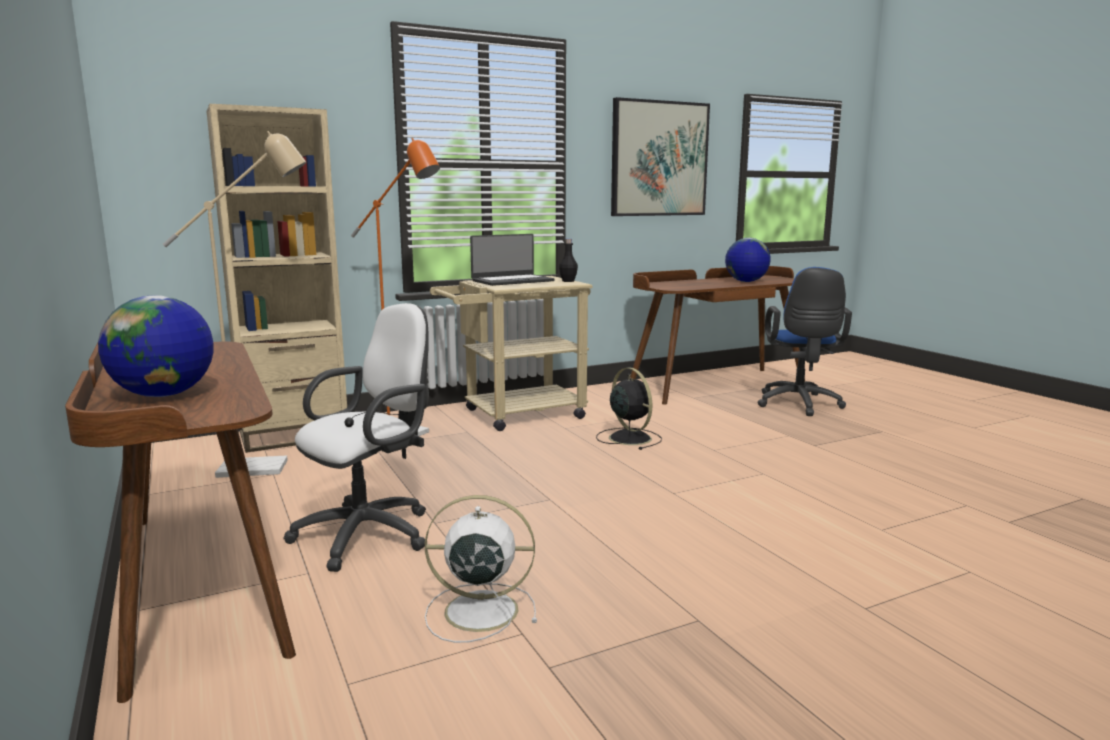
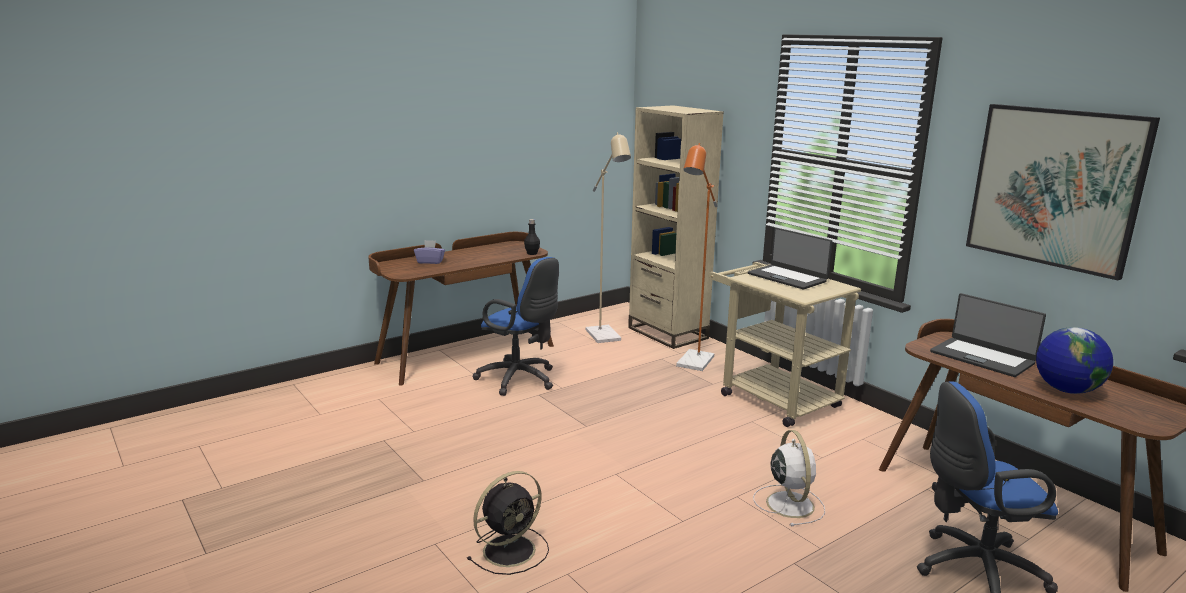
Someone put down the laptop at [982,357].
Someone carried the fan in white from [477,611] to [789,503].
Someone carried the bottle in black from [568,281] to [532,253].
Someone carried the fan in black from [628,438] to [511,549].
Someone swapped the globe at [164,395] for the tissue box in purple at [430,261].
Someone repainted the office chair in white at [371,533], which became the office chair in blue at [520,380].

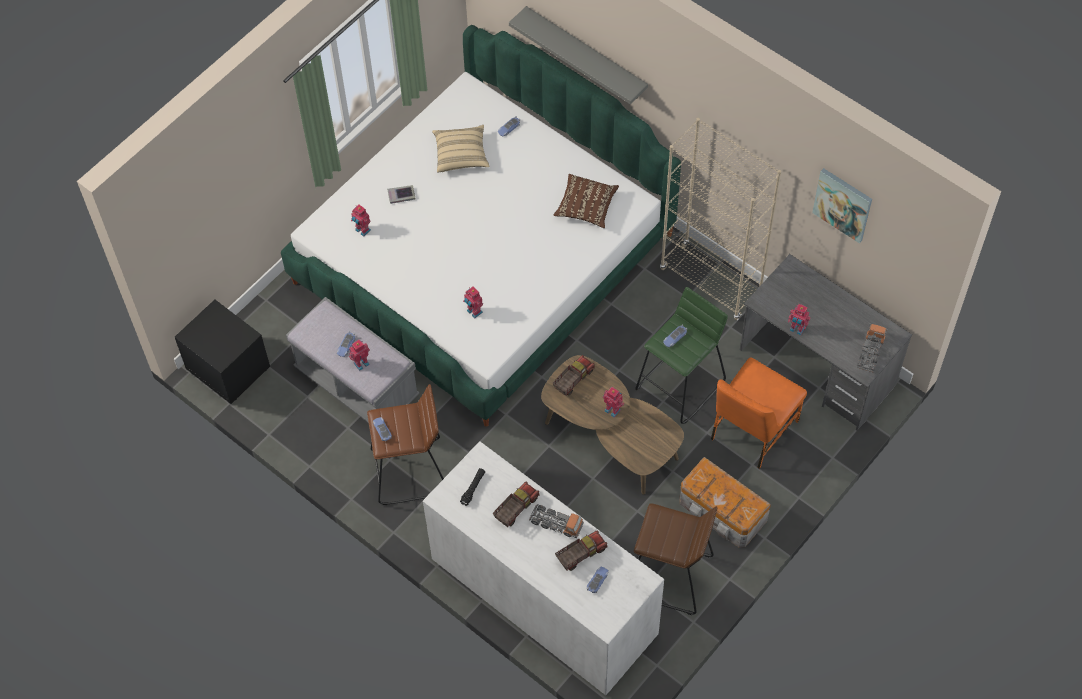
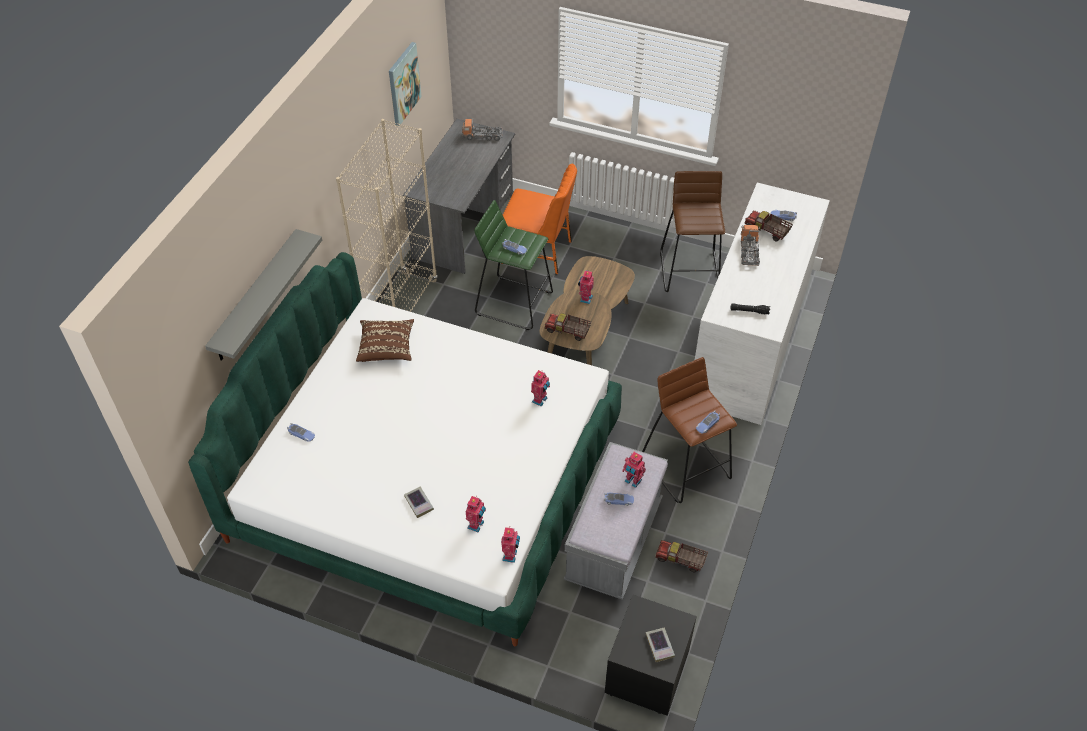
Someone took away the pillow in beige at [461,155].
Someone took away the storage box at [722,512].
Someone put down the book at [660,646].
Someone carried the toy truck from [515,508] to [680,560].
Someone carried the toy robot from [796,329] to [511,556].

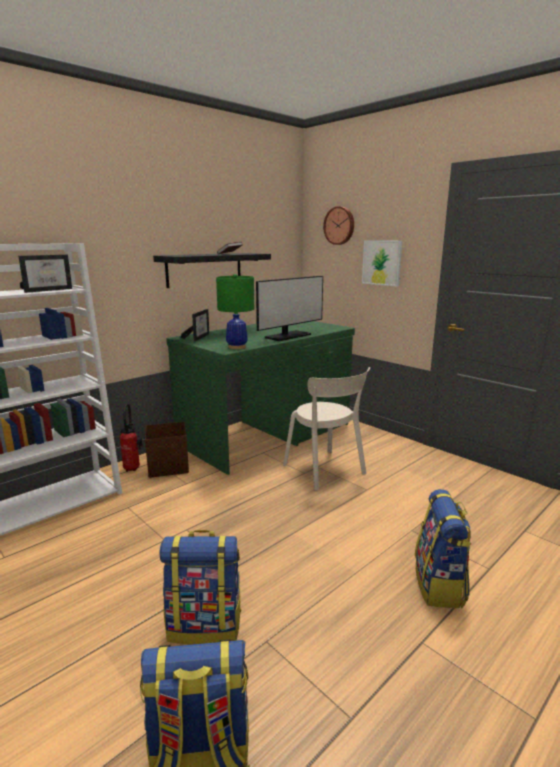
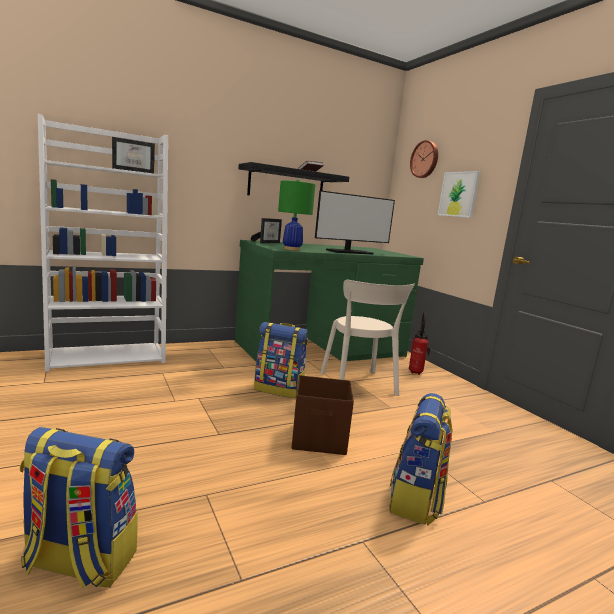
Someone carried the fire extinguisher from [133,467] to [416,371].
Someone carried the storage box in brown from [169,467] to [320,439].
Someone carried the backpack from [205,625] to [279,389].

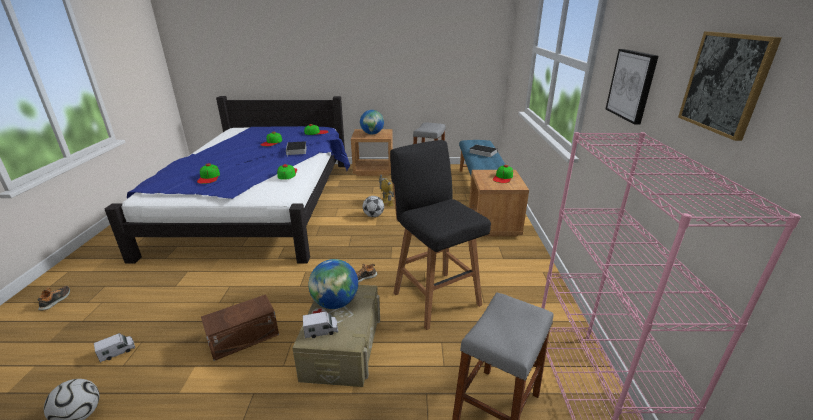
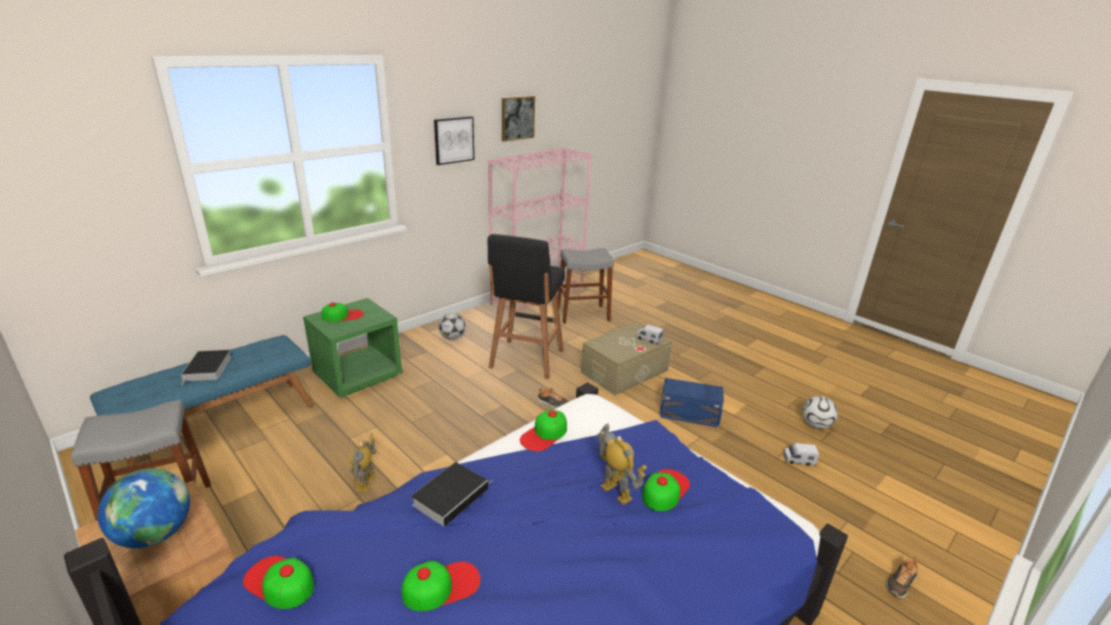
Someone took away the globe at [335,303].
Someone put down the toy robot at [616,492].
Someone carried the football from [373,216] to [452,337].
Someone repainted the storage box in brown at [242,337], which became the storage box in blue at [690,414].
Someone repainted the nightstand in brown at [493,225], which became the nightstand in green at [358,375].

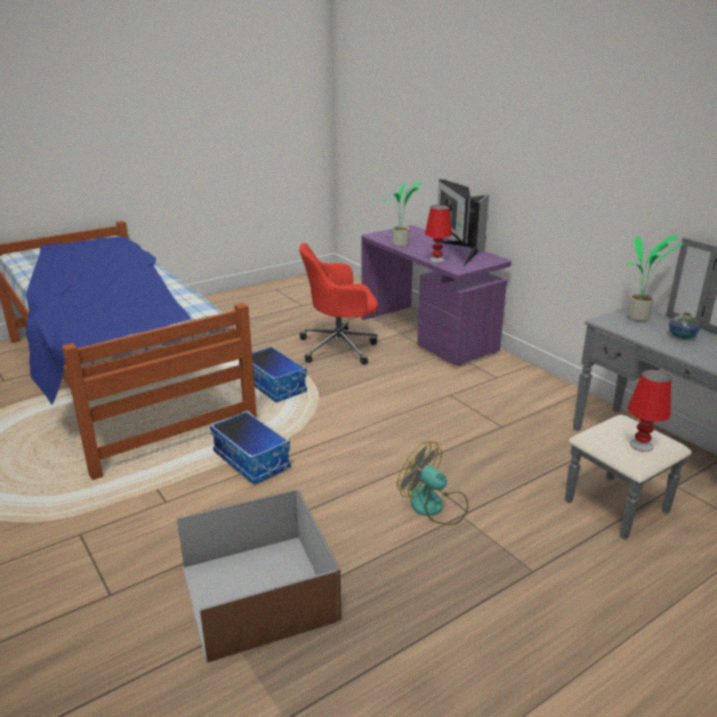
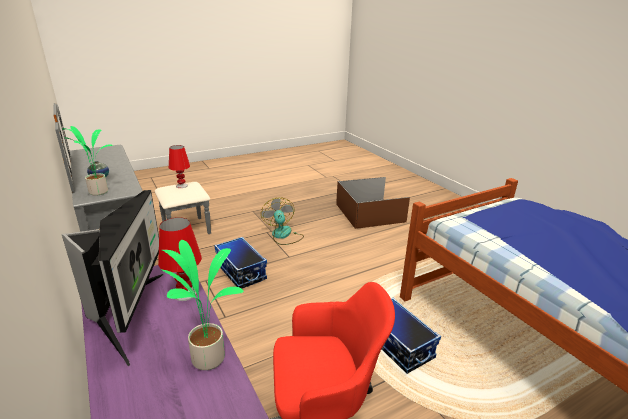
Someone carried the storage box from [252,460] to [240,272].
Someone rotated the fan at [434,506] by 150 degrees counterclockwise.

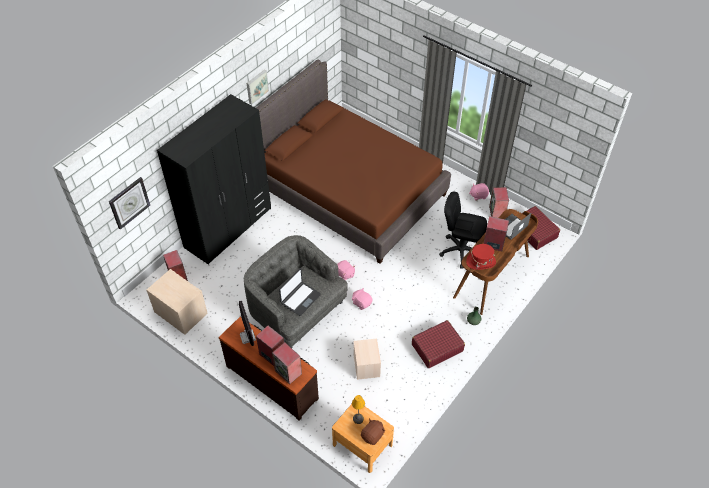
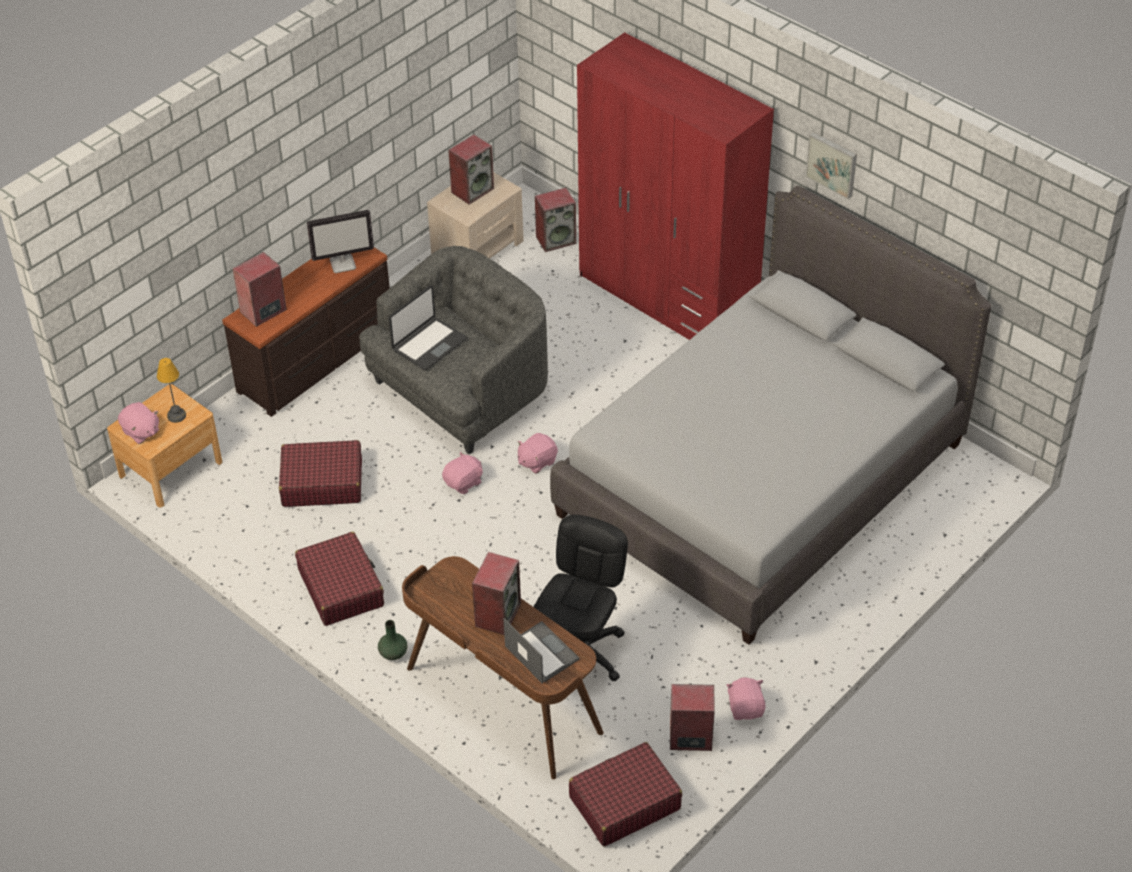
Someone took away the wall clock at [129,202].
Someone took away the hat in red at [481,262].
Someone carried the speaker from [272,355] to [472,190].
Someone swapped the storage box in beige at [367,366] for the suitcase in red at [322,483].
Someone repainted the wardrobe in black at [228,227], which became the wardrobe in red at [667,299].
Someone repainted the bed in brown at [350,191], which became the bed in grey at [762,479].
Someone repainted the plush toy in brown at [372,435], which became the plush toy in pink at [141,432].
Someone rotated the laptop at [300,299] by 90 degrees counterclockwise.

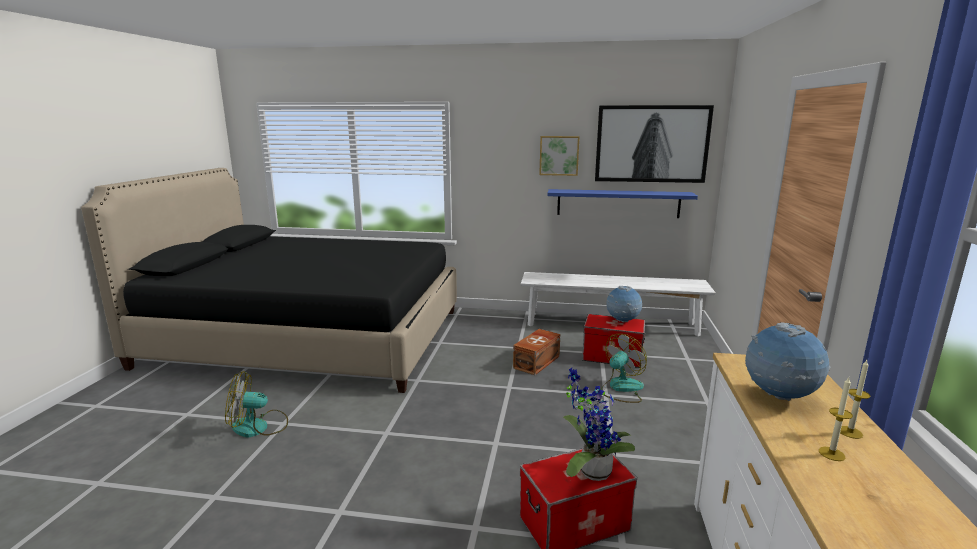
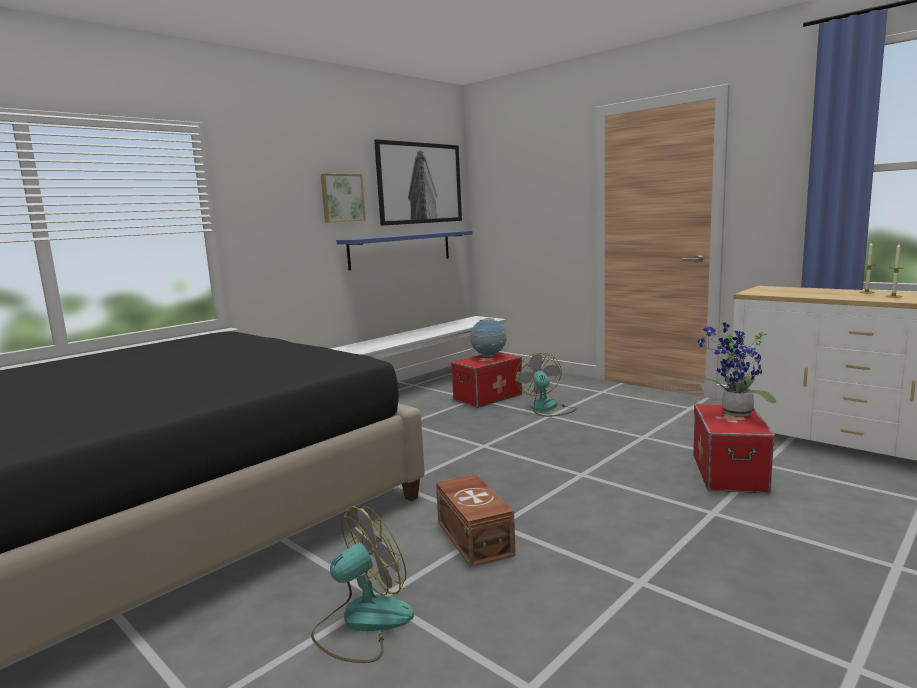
Someone took away the globe at [779,397].
Someone carried the storage box in brown from [537,362] to [475,537].
Someone rotated the fan at [259,427] by 150 degrees counterclockwise.

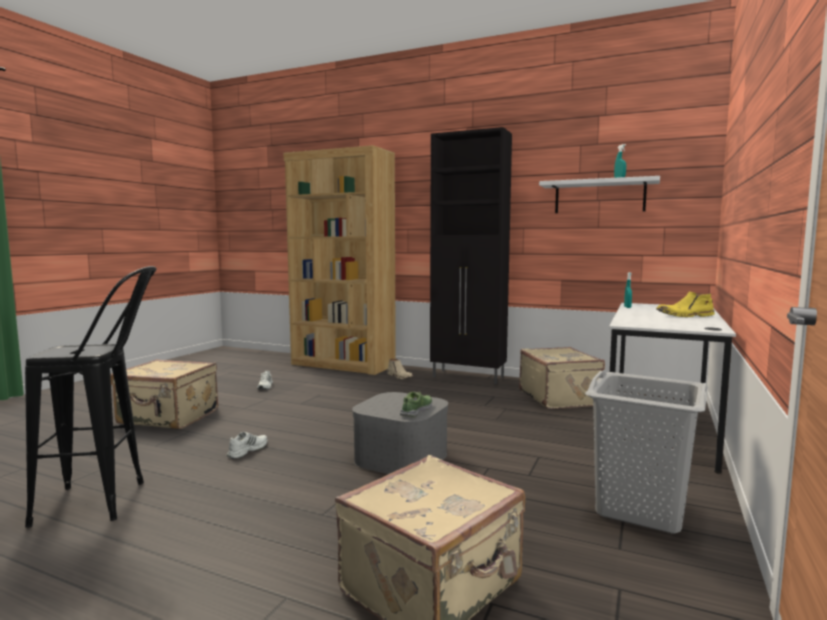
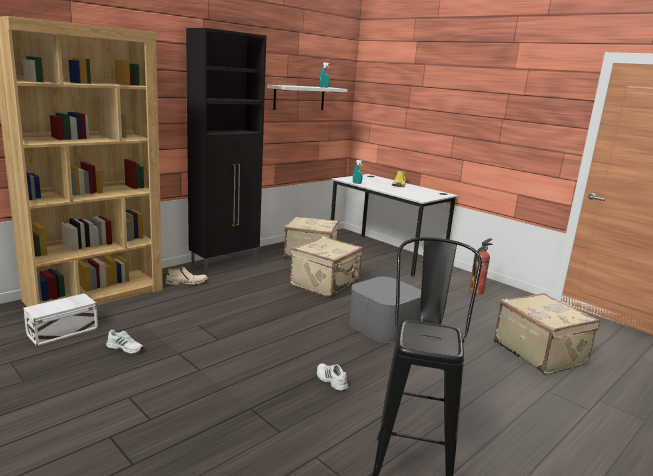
Someone took away the shoe at [417,411].
Someone put down the storage box in white at [64,331].
Someone carried the suitcase in beige from [168,418] to [326,284].
Someone swapped the laundry basket in grey at [641,509] for the fire extinguisher at [476,291].

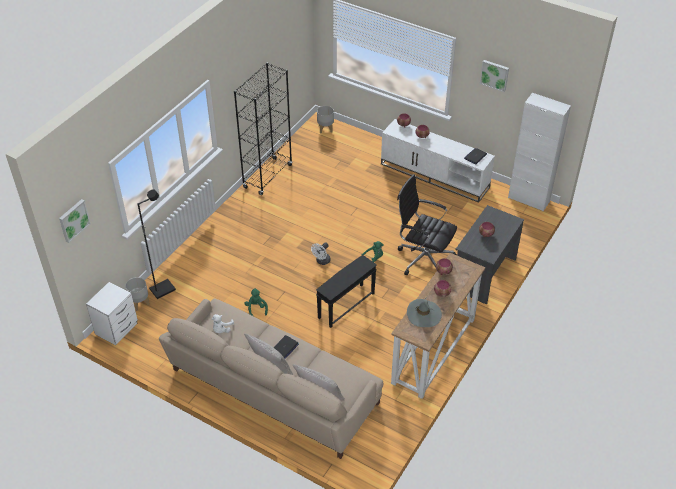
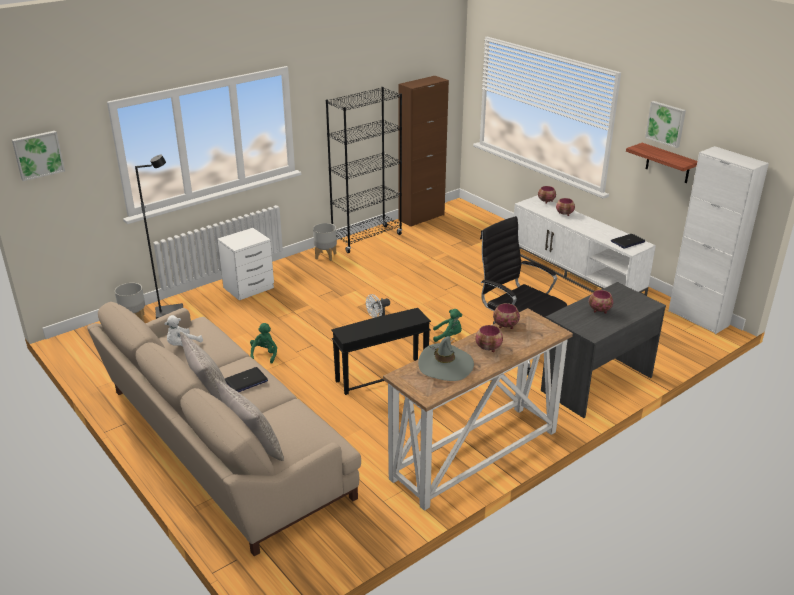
Someone put down the cabinet in brown at [421,217].
Someone put up the shelf at [668,163].
Someone carried the nightstand in white from [117,328] to [250,288].
Someone carried the planter in grey from [325,129] to [325,256].

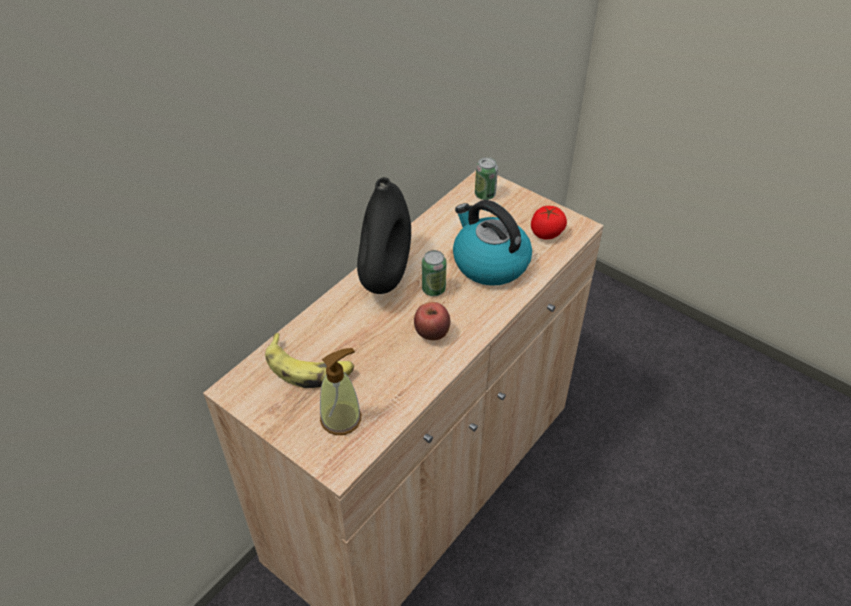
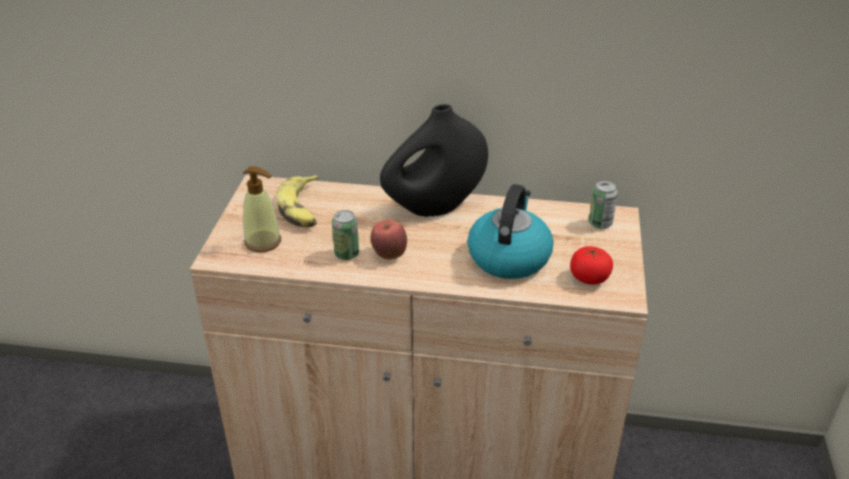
Someone carried the can from [433,289] to [346,254].

